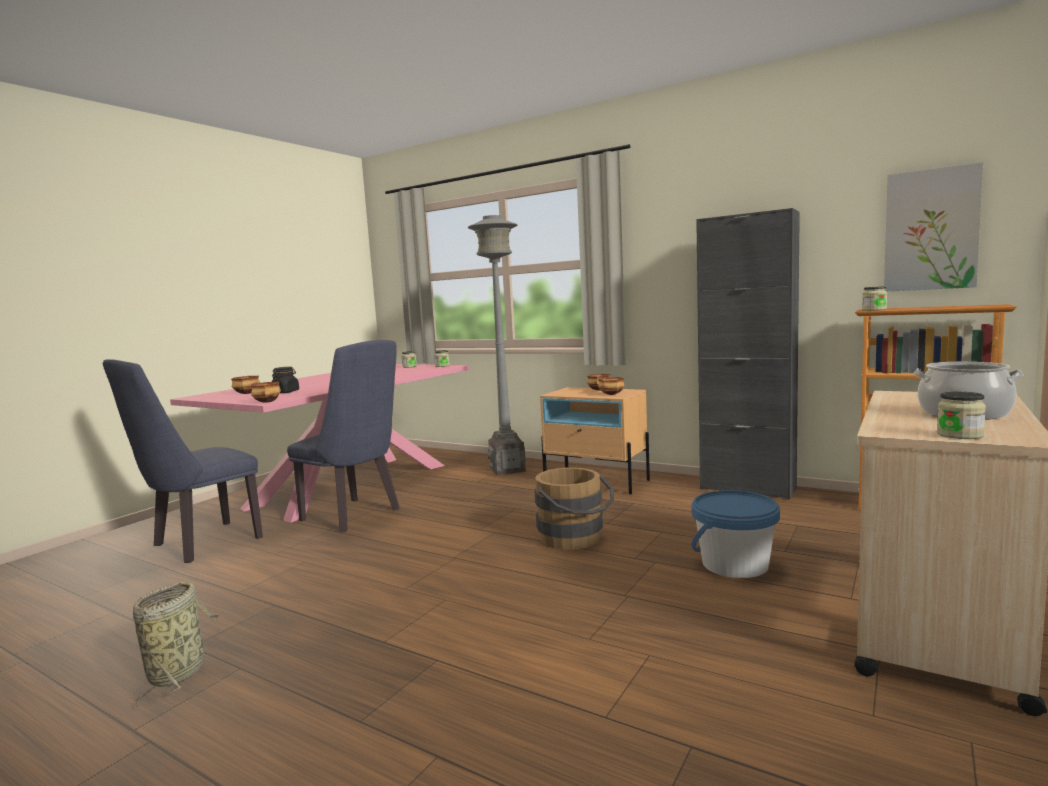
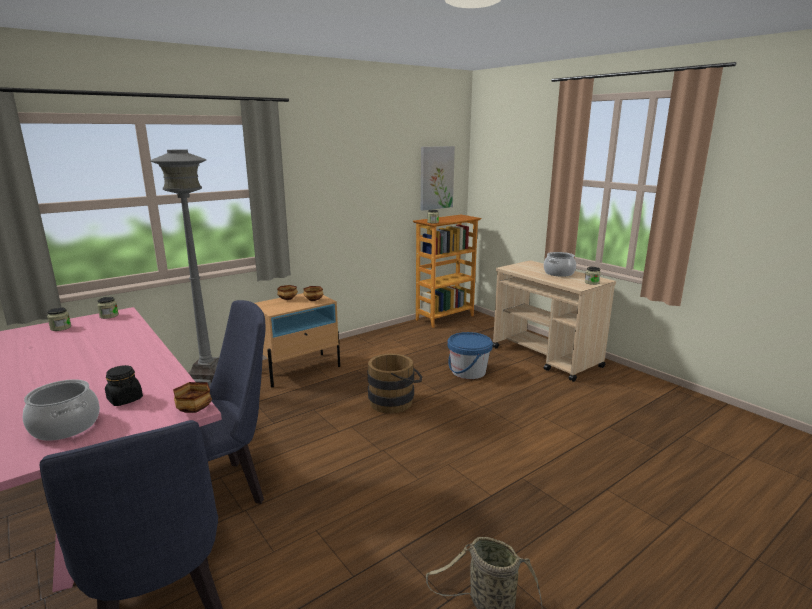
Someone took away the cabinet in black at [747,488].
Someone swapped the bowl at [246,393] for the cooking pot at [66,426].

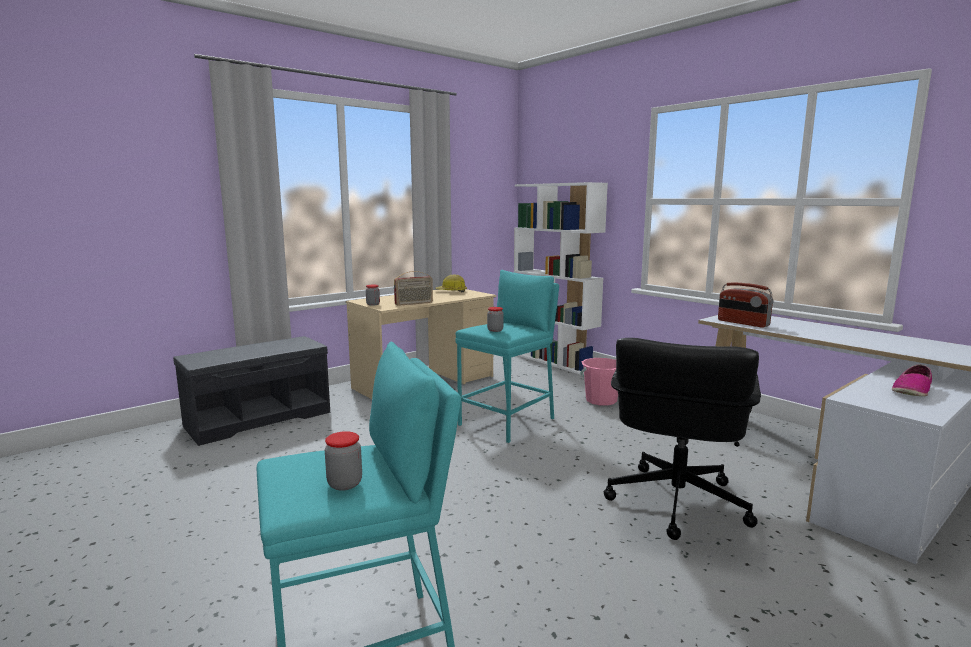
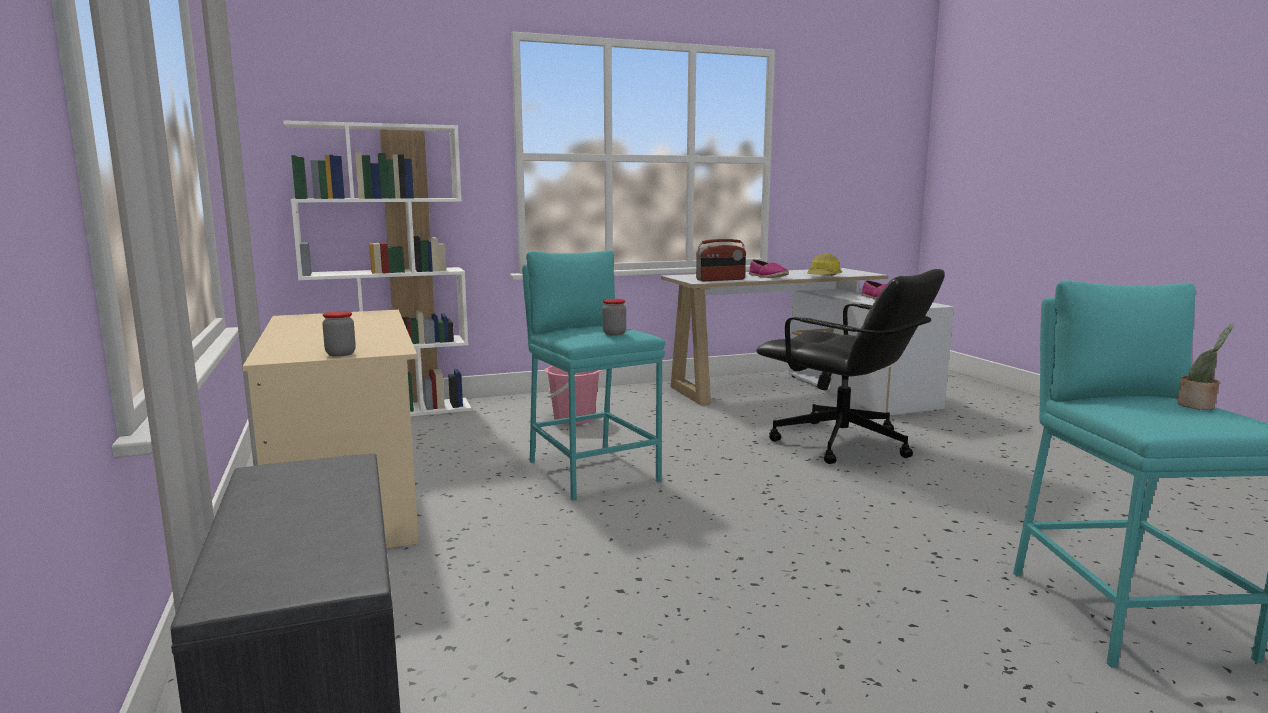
Someone took away the radio at [414,303].
Someone put down the shoe at [767,276].
Someone carried the hard hat from [451,291] to [823,276].
Someone swapped the jar at [344,484] for the potted plant at [1198,406].

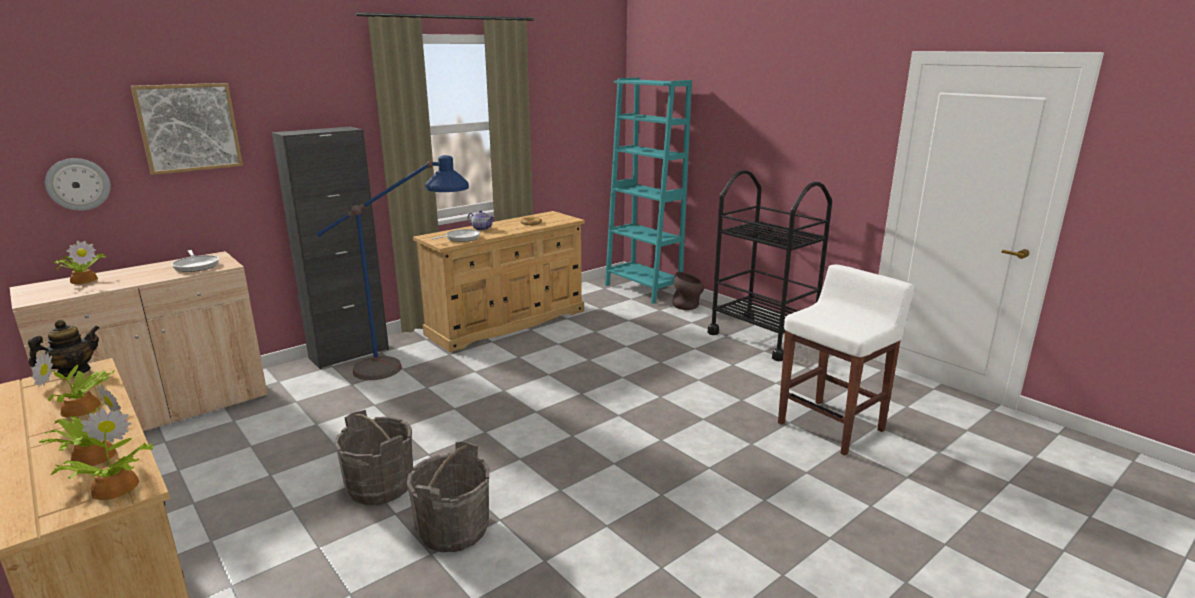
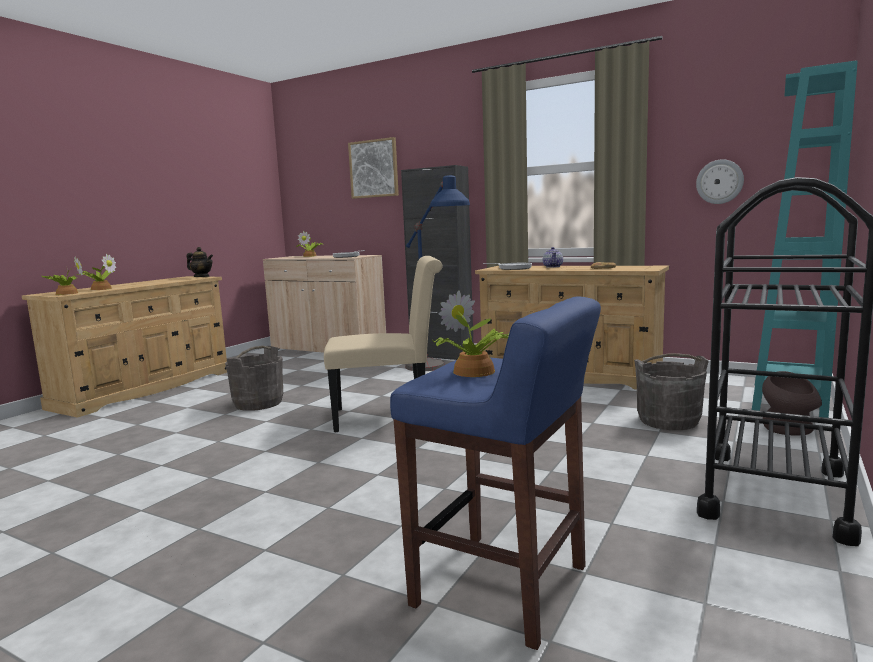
Someone put down the chair in beige at [389,416].
Someone carried the potted plant from [82,409] to [473,372].
Someone carried the wall clock from [78,184] to [719,182].
Someone carried the bucket in grey from [453,530] to [668,421].
Someone repainted the stool in white at [832,426], which became the stool in blue at [503,587].

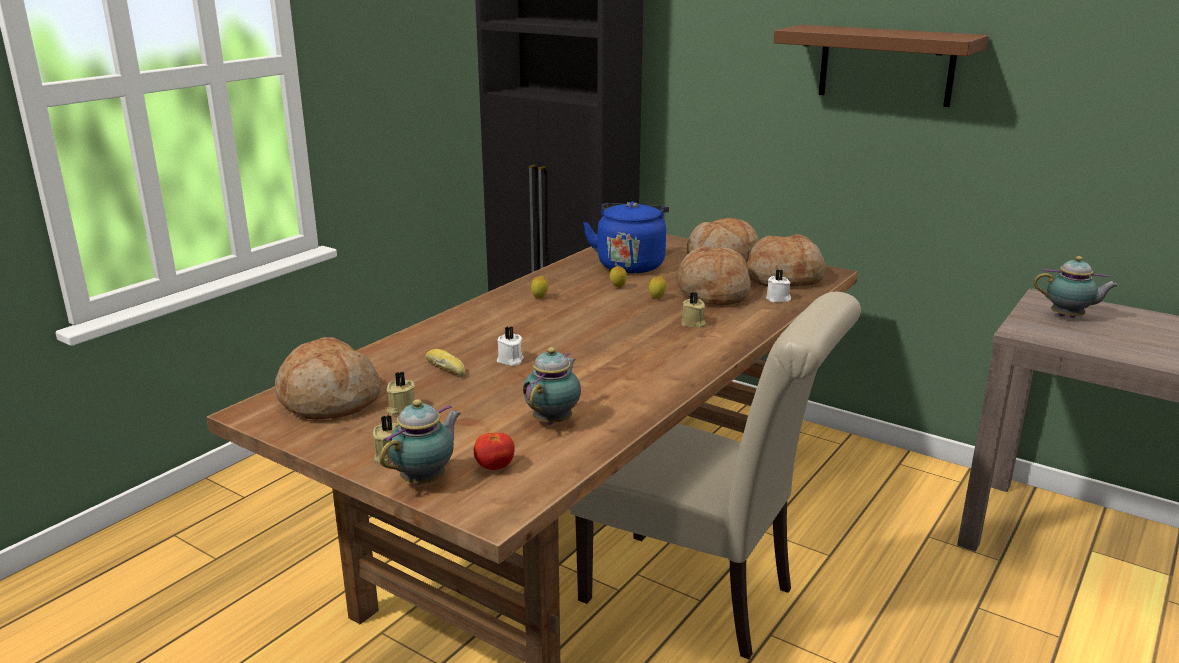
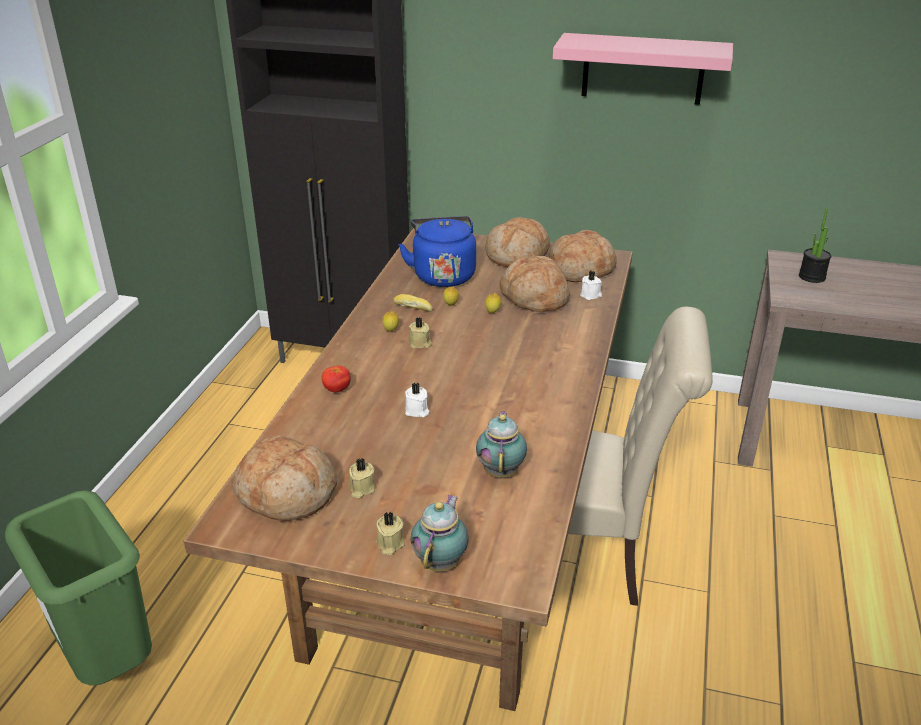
Someone put down the trash can in green at [107,662].
Someone carried the bread from [447,368] to [413,307].
Someone carried the tomato from [494,467] to [337,390].
Someone carried the candle in beige from [693,323] to [420,343].
Someone swapped the teapot at [1069,317] for the potted plant at [812,277].
Someone repainted the shelf in brown at [886,65], which became the shelf in pink at [643,69].

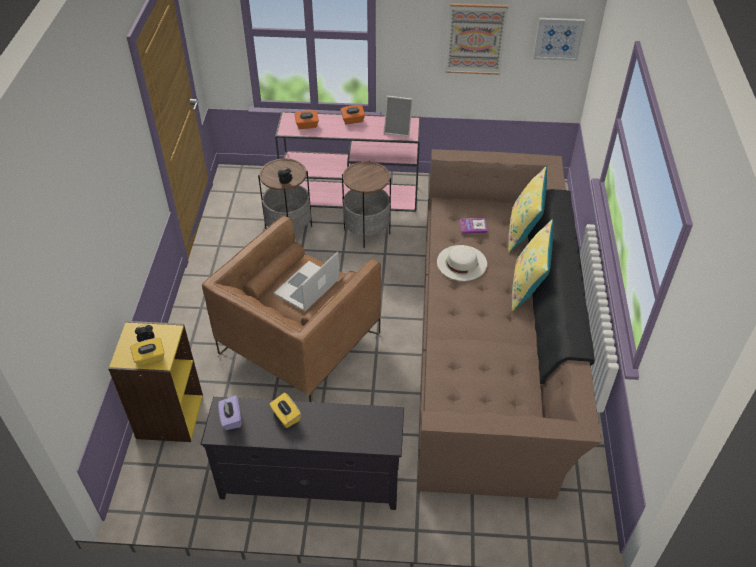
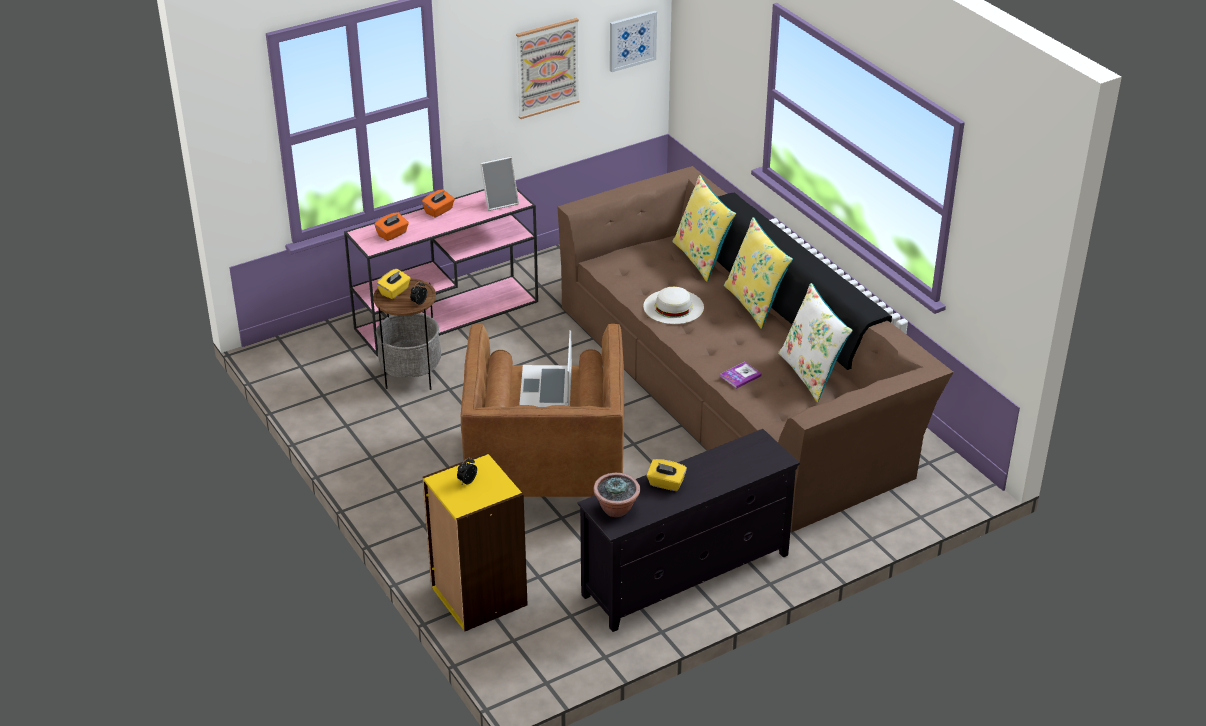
Someone took away the side table at [367,231].
Someone put down the pillow in white at [811,374].
Someone carried the tissue box in yellow from [150,358] to [394,291].
Someone carried the book from [473,226] to [740,376].
Someone swapped the tissue box in purple at [231,419] for the potted plant at [616,509].

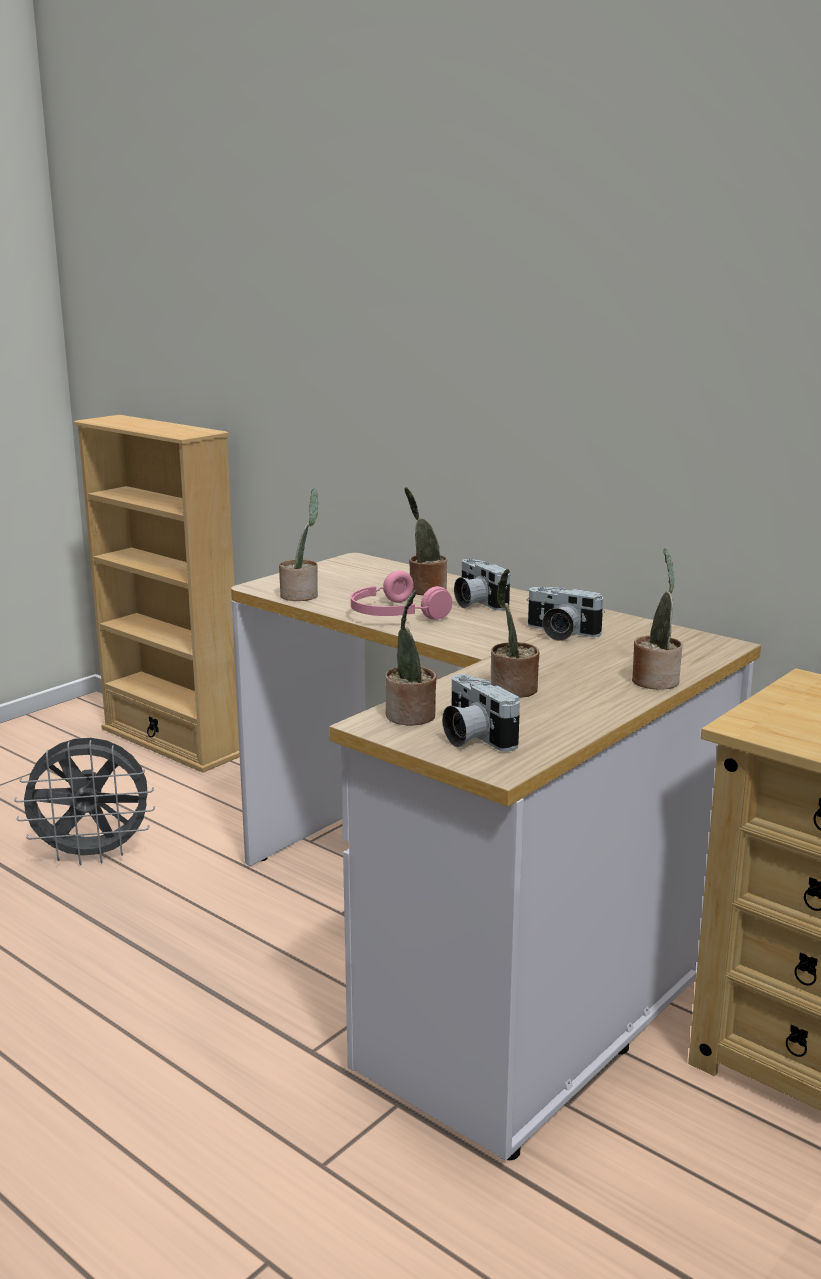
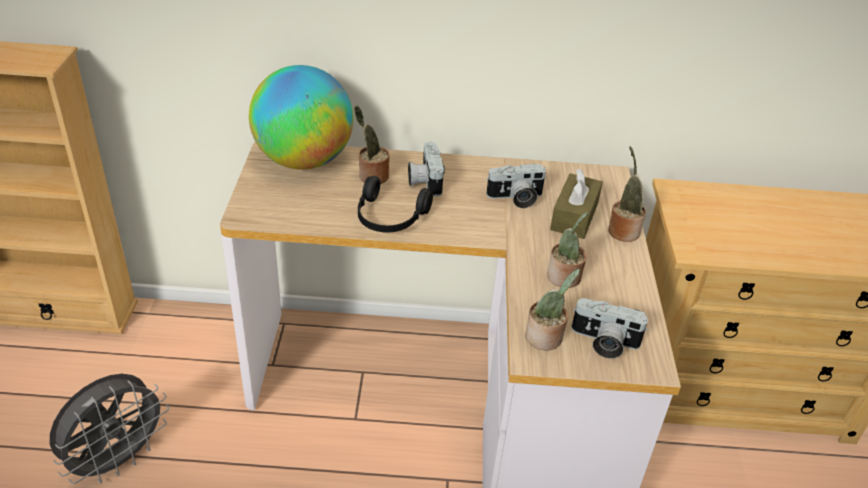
Someone took away the potted plant at [301,595].
Someone put down the globe at [303,160].
Someone put down the tissue box in brown at [574,216].
Someone repainted the headphones in pink at [394,615], which became the headphones in black at [389,218].
Someone rotated the photo camera at [476,603] by 60 degrees clockwise.

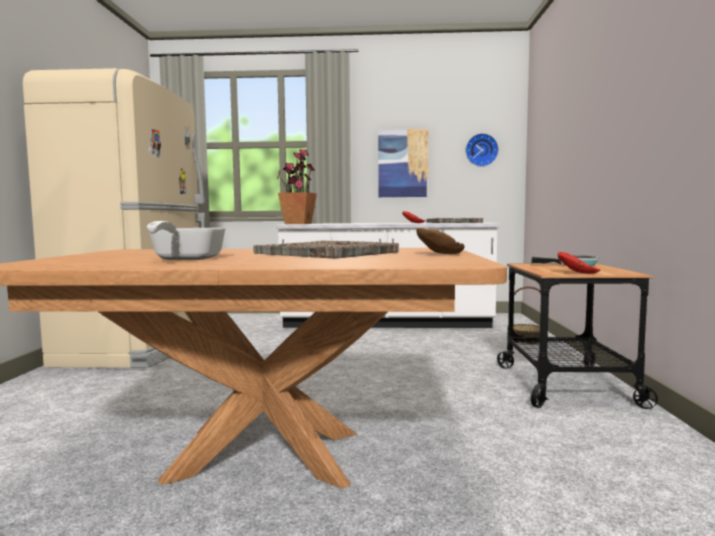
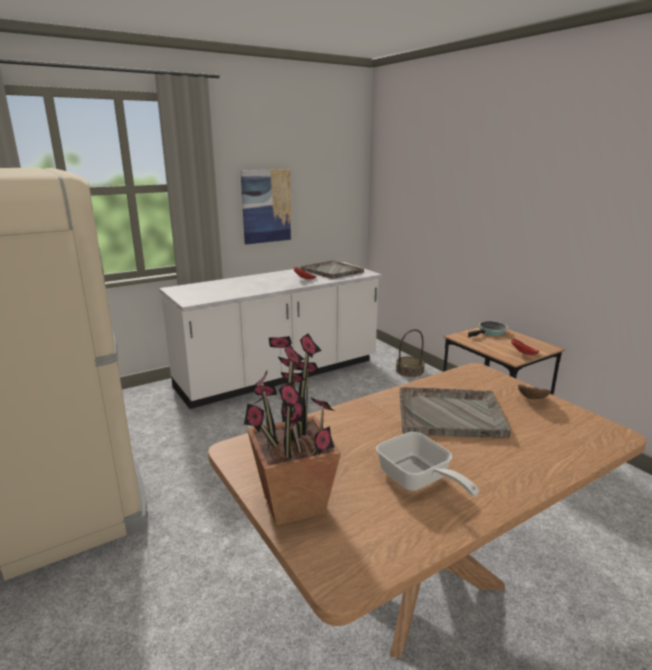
Someone took away the wall clock at [481,150].
Someone carried the potted plant from [297,224] to [292,504].

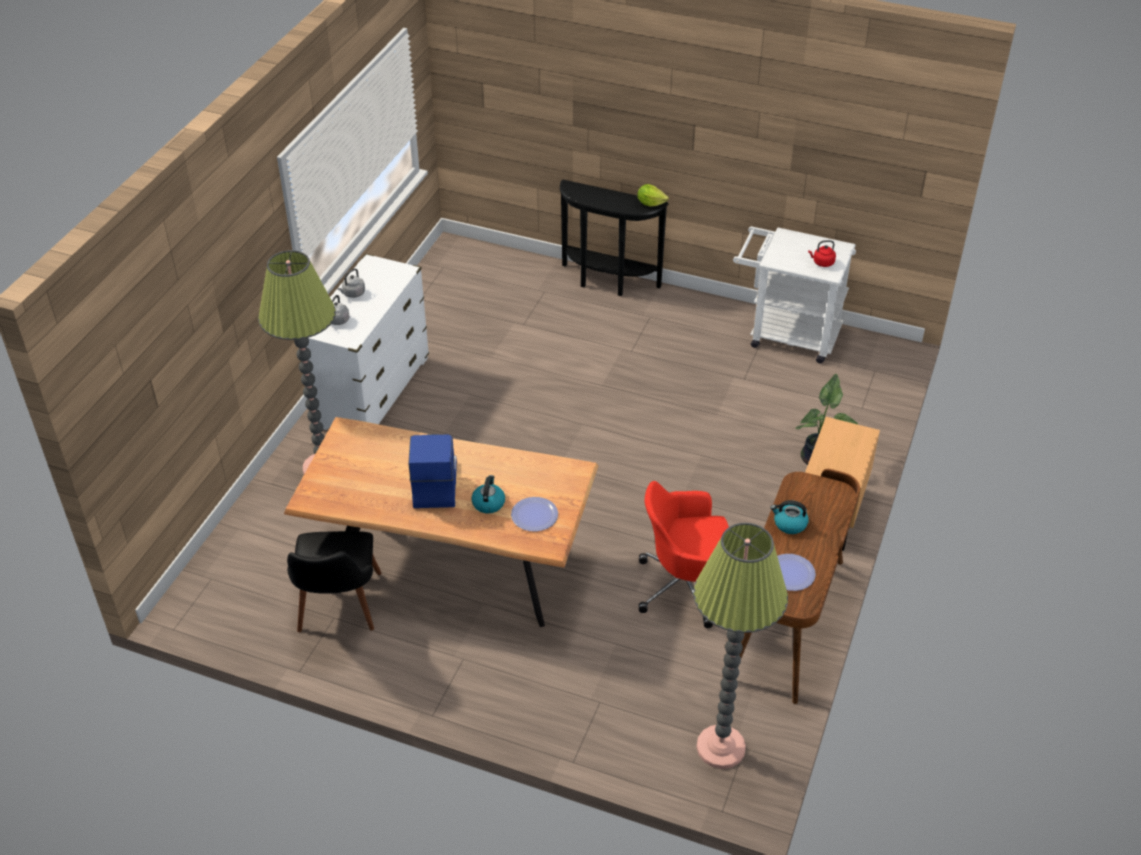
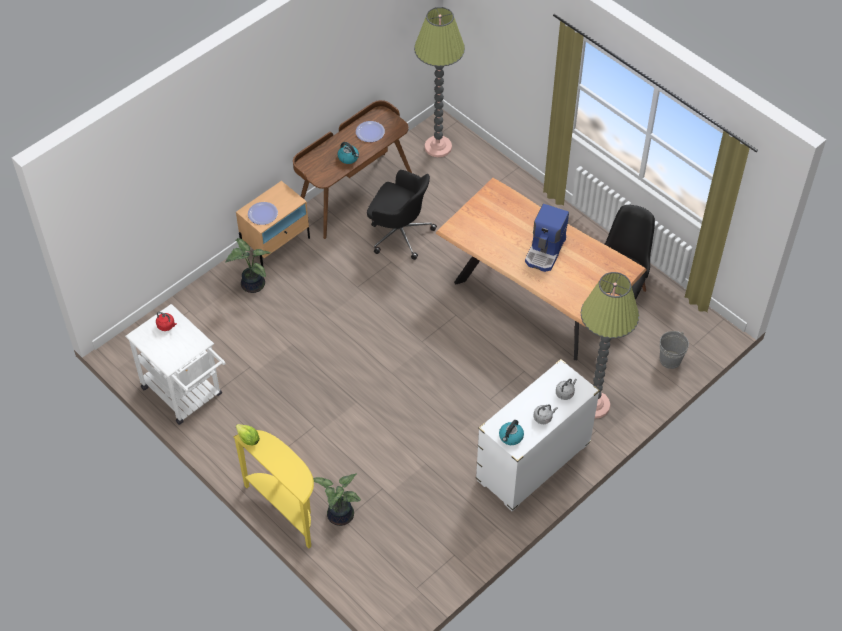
Someone put down the potted plant at [339,516].
Someone put down the bucket in grey at [670,360].
Someone carried the kettle from [488,503] to [511,437].
Someone carried the plate from [534,515] to [262,214].
Someone repainted the console table in black at [607,282], which became the console table in yellow at [285,509].
Someone repainted the office chair in red at [685,587], which became the office chair in black at [399,233].

